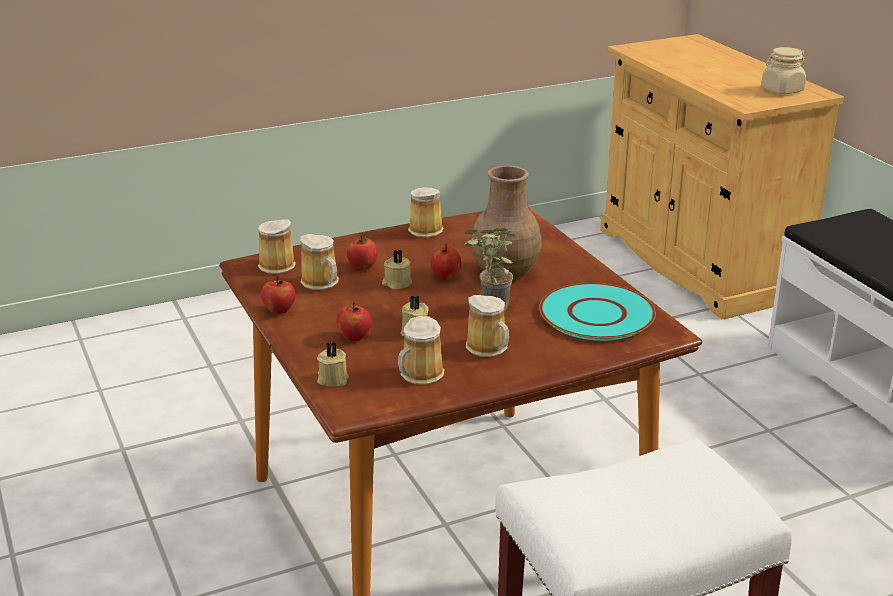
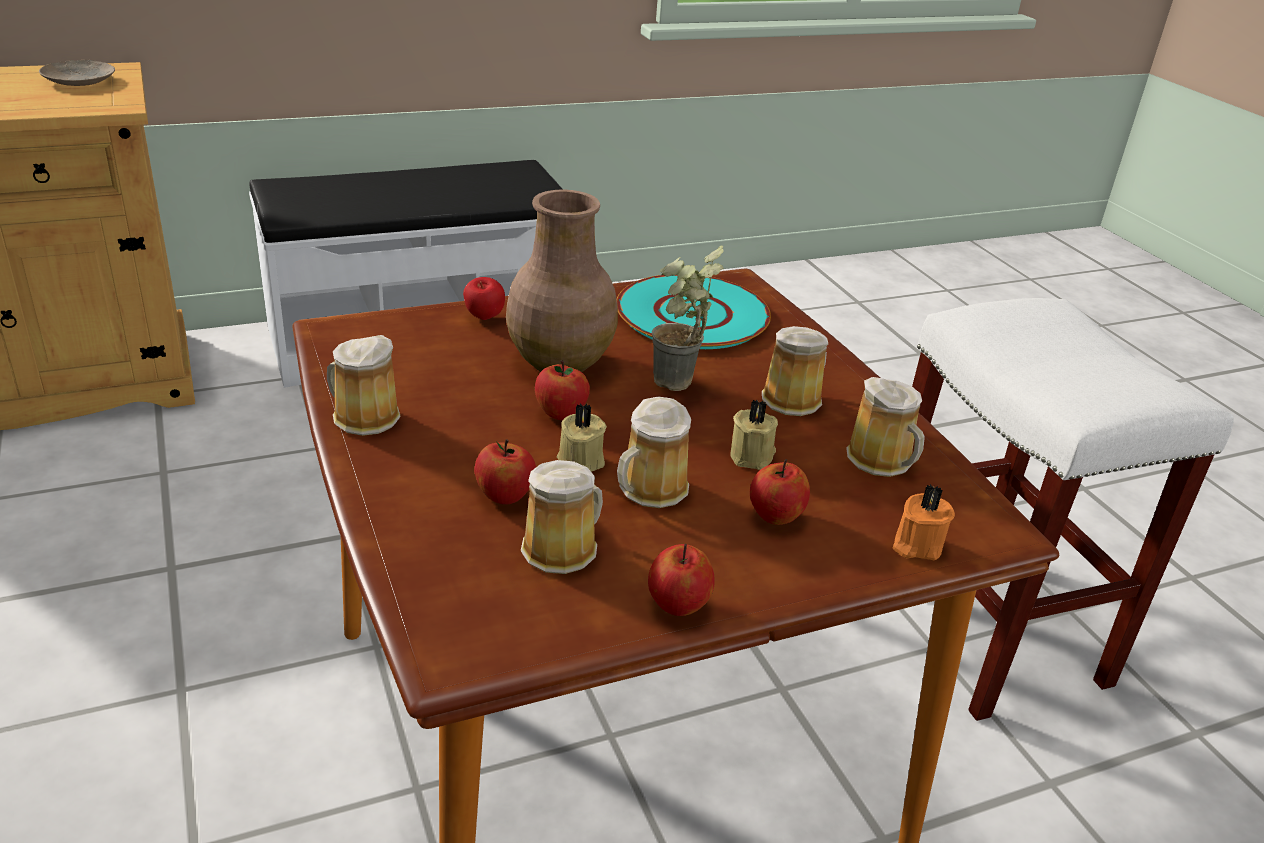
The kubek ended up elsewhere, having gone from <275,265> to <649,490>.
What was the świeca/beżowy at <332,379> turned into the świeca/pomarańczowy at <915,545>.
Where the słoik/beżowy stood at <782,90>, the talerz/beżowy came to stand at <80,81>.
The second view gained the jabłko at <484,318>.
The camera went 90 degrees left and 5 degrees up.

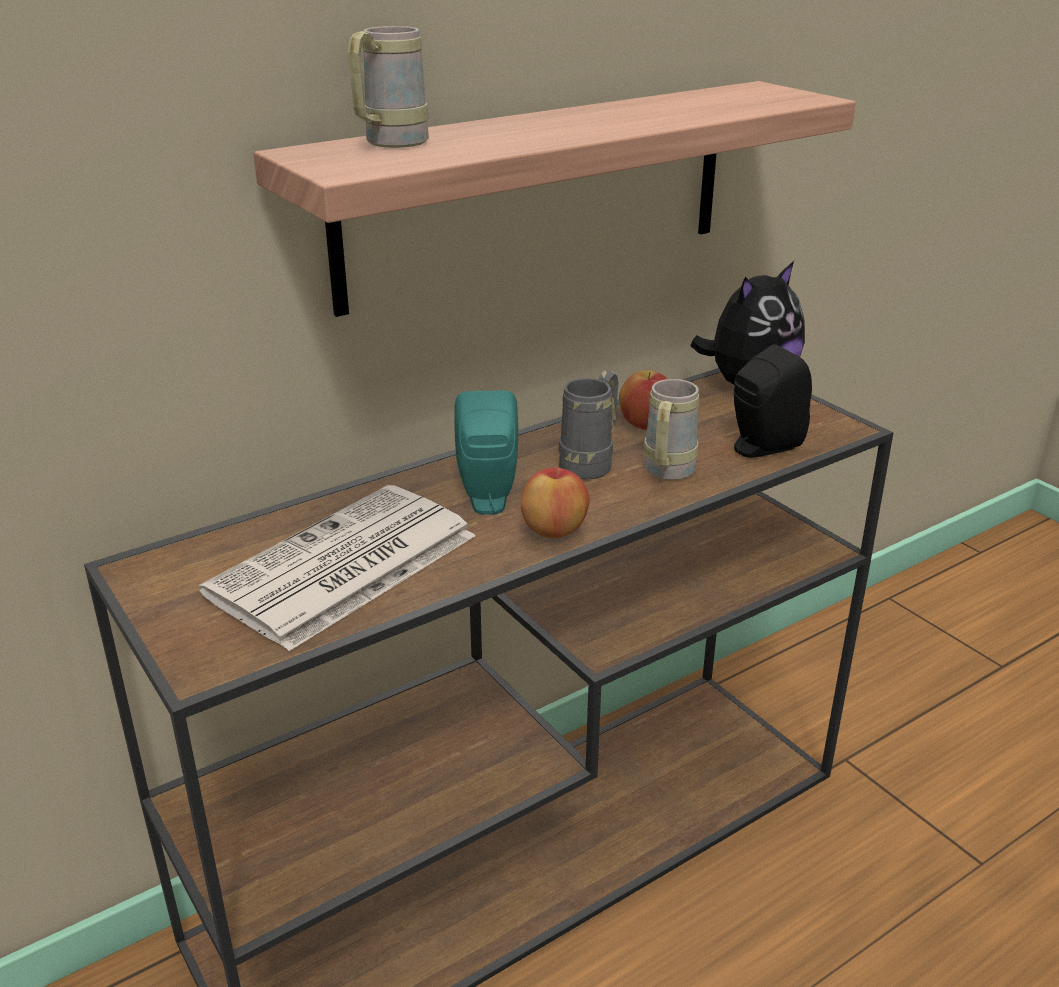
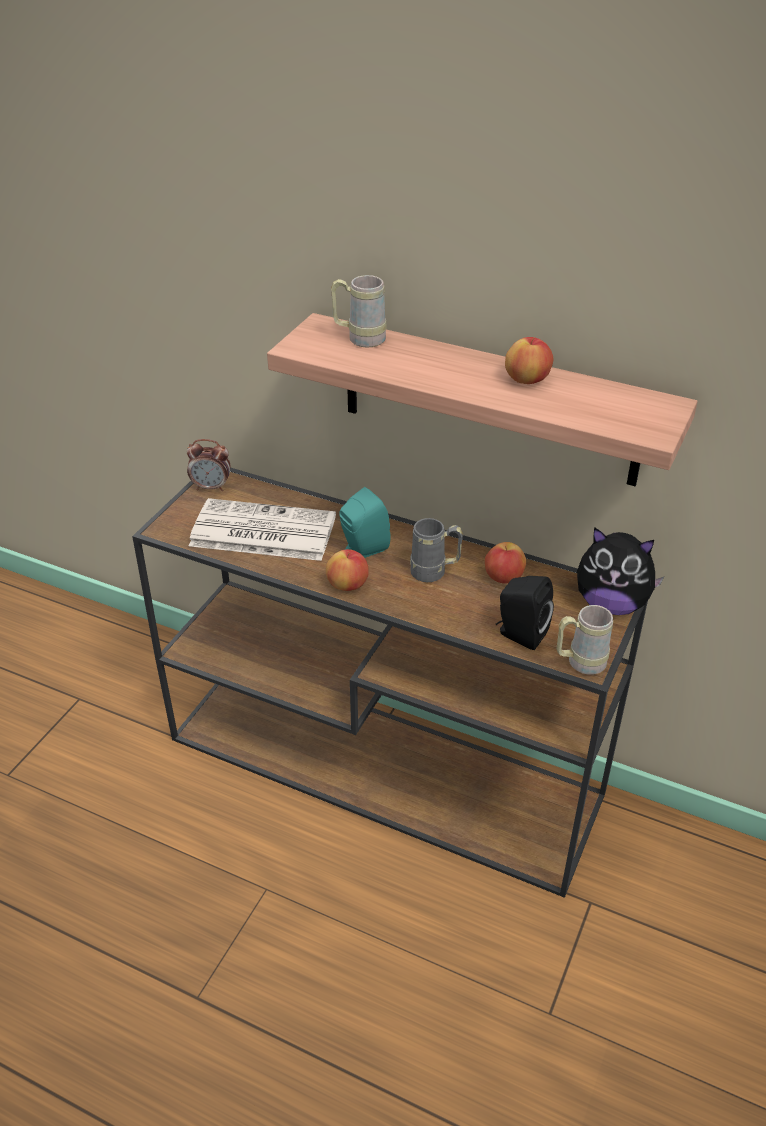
The kubek/beżowy ended up elsewhere, having gone from <666,474> to <579,663>.
The second view gained the budzik at <211,487>.
The second view gained the jabłko at <527,380>.
The camera went 60 degrees right and 10 degrees up.

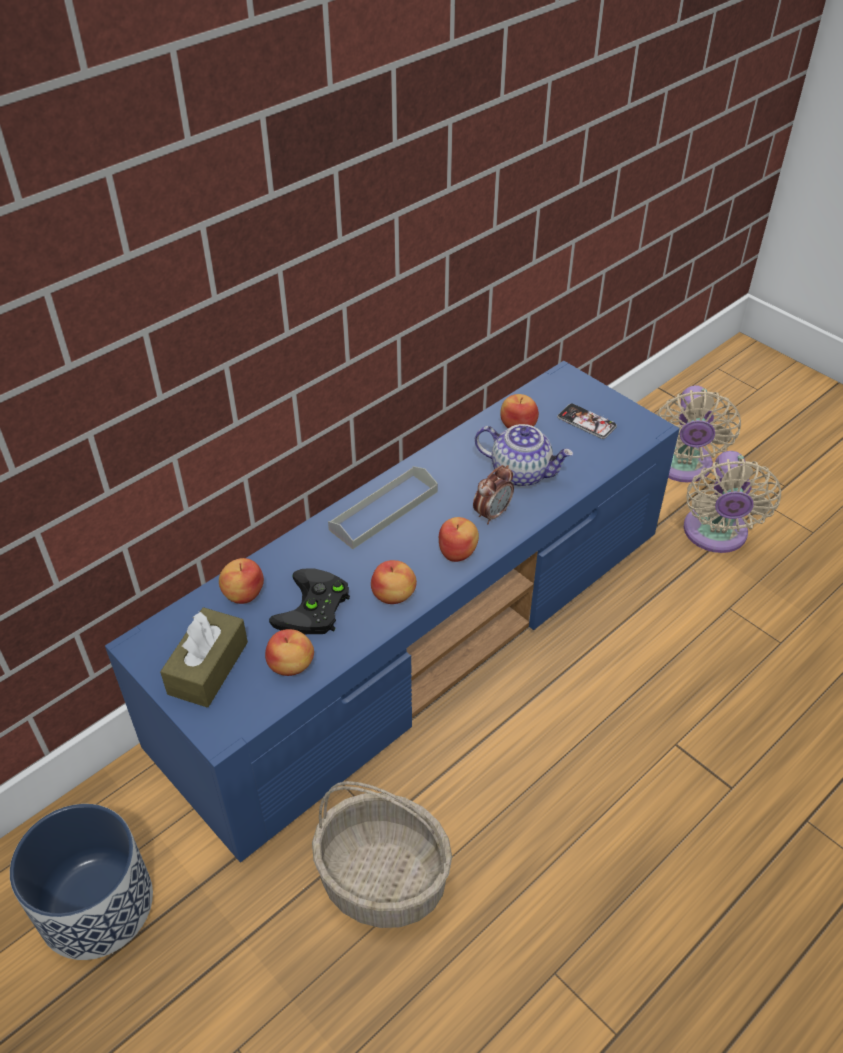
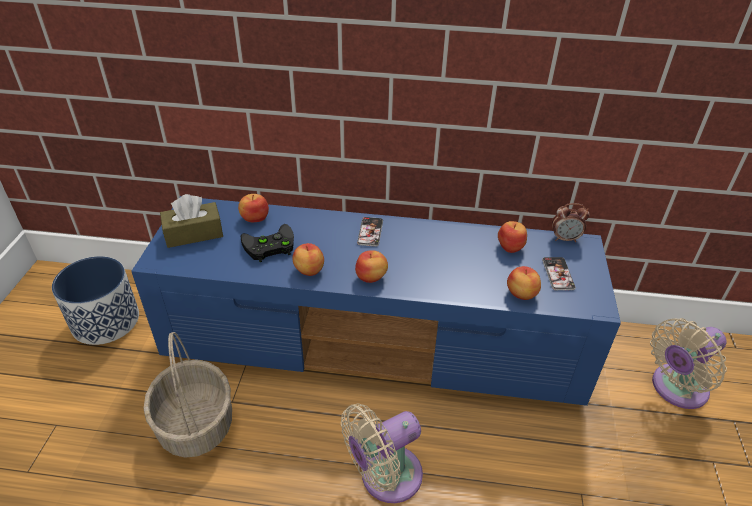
The jabłko ended up elsewhere, having gone from <291,666> to <521,294>.
Where the taca/szary stood at <384,510>, the telefon came to stand at <370,232>.
The budzik ended up elsewhere, having gone from <492,514> to <565,239>.
The second view lost the imbryk at <521,472>.
The wentylator/beżowy ended up elsewhere, having gone from <715,535> to <385,477>.
The camera went 50 degrees right and 5 degrees down.

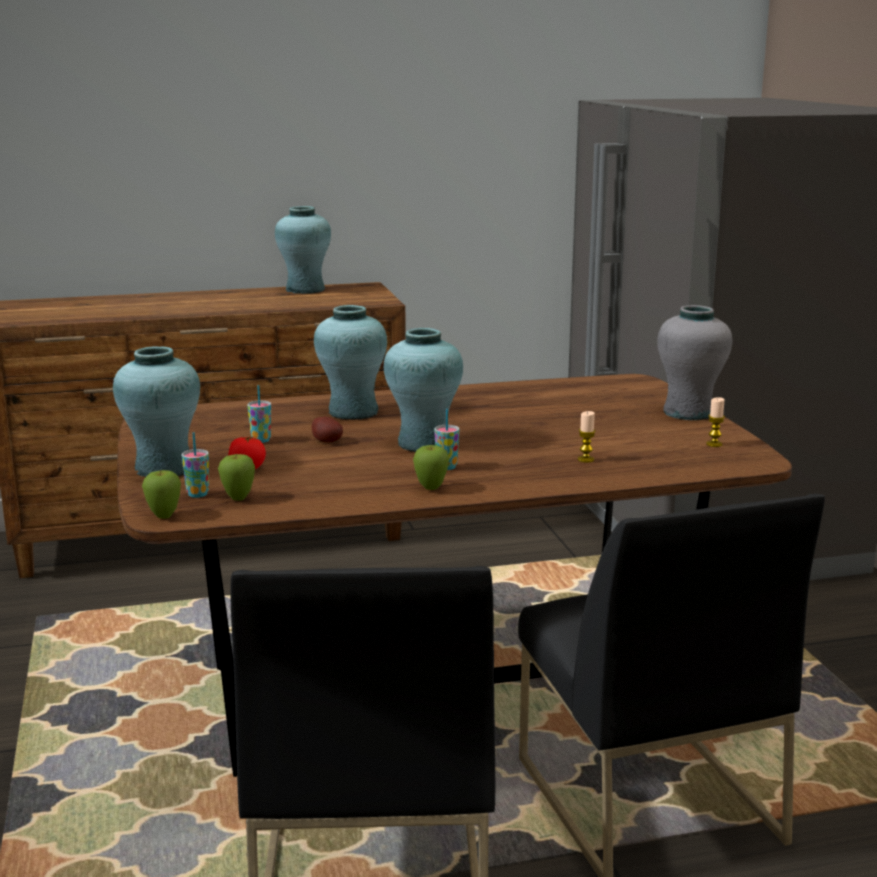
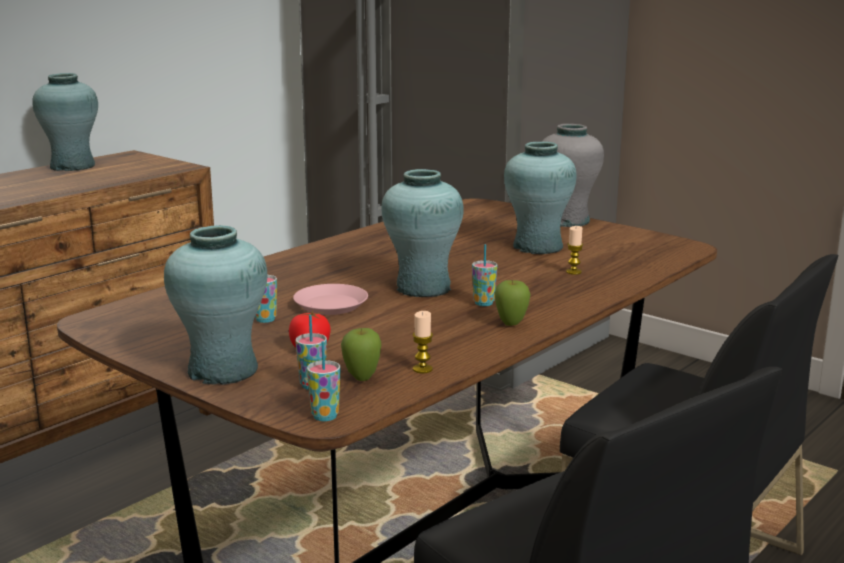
Where the jabłko stood at <164,516>, the filiżanka came to stand at <325,416>.
Where the ziemniak stood at <327,440>, the talerz/różowy came to stand at <331,305>.
The wazon/turkusowy ended up elsewhere, having gone from <353,412> to <538,247>.
The świeca ended up elsewhere, having gone from <714,444> to <422,369>.
The camera went 35 degrees left and 0 degrees up.

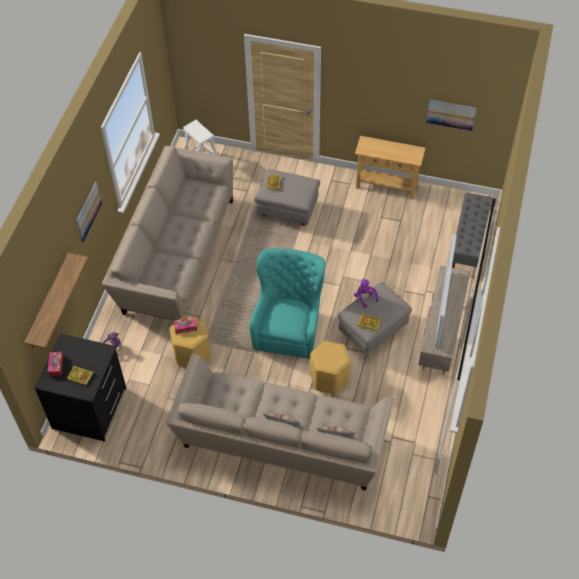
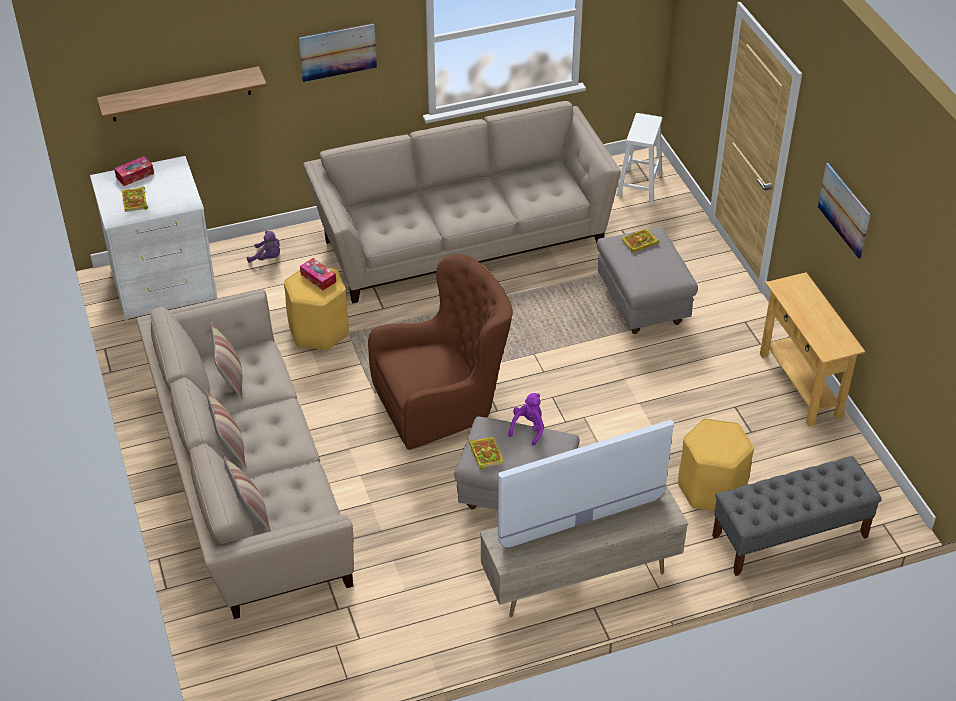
What was the komoda/czarny at <90,408> turned into the komoda/biały at <164,285>.
What was the fotel/turkusowy at <288,327> turned into the fotel/brązowy at <444,403>.
The stołek/żółty ended up elsewhere, having gone from <329,378> to <711,489>.
The obraz ended up elsewhere, having gone from <451,115> to <844,210>.
The second view gained the poduszka at <230,380>.
The camera went 55 degrees right and 10 degrees down.

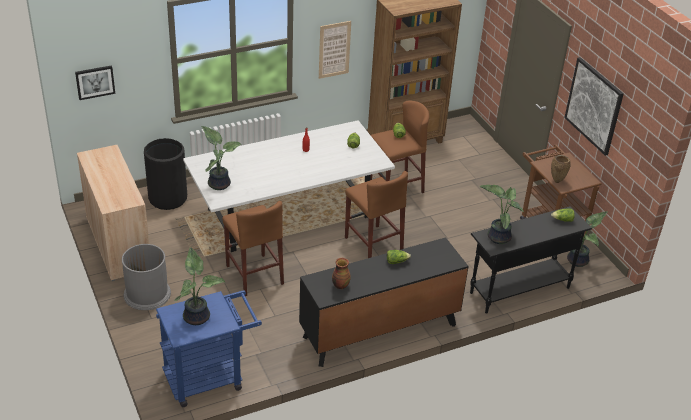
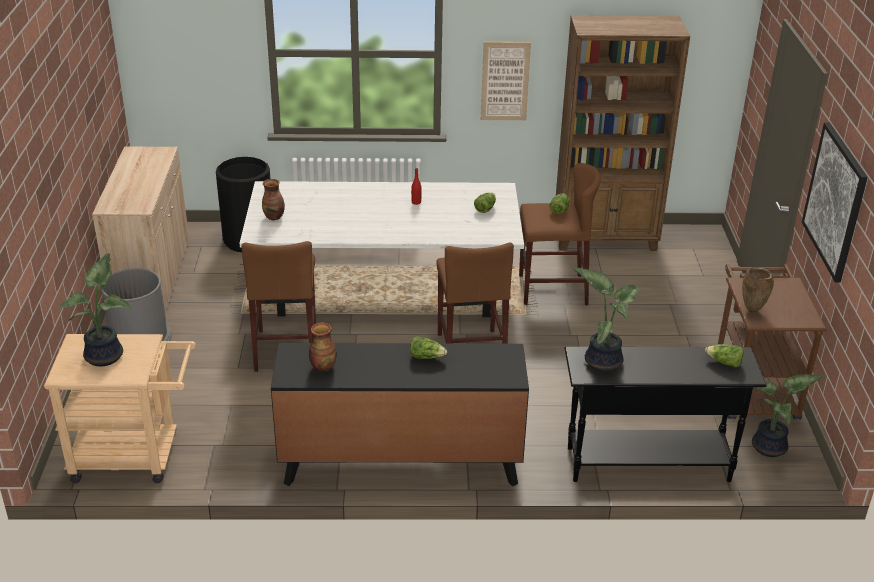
The second view lost the obraz at <95,82>.
What was the wózek/niebieski at <210,377> turned into the wózek/beżowy at <135,456>.
Where the roślina doniczkowa stood at <219,183>, the wazon came to stand at <274,217>.
The camera went 25 degrees right and 5 degrees down.

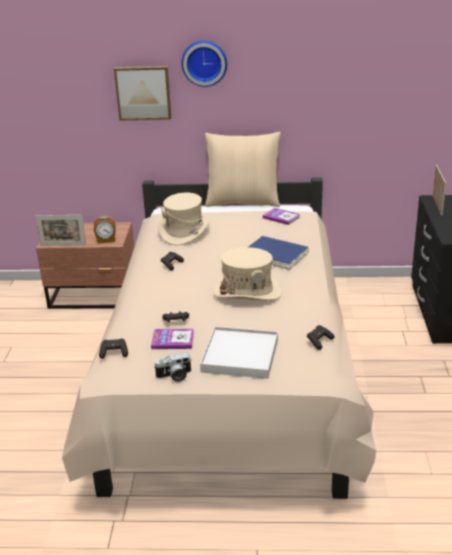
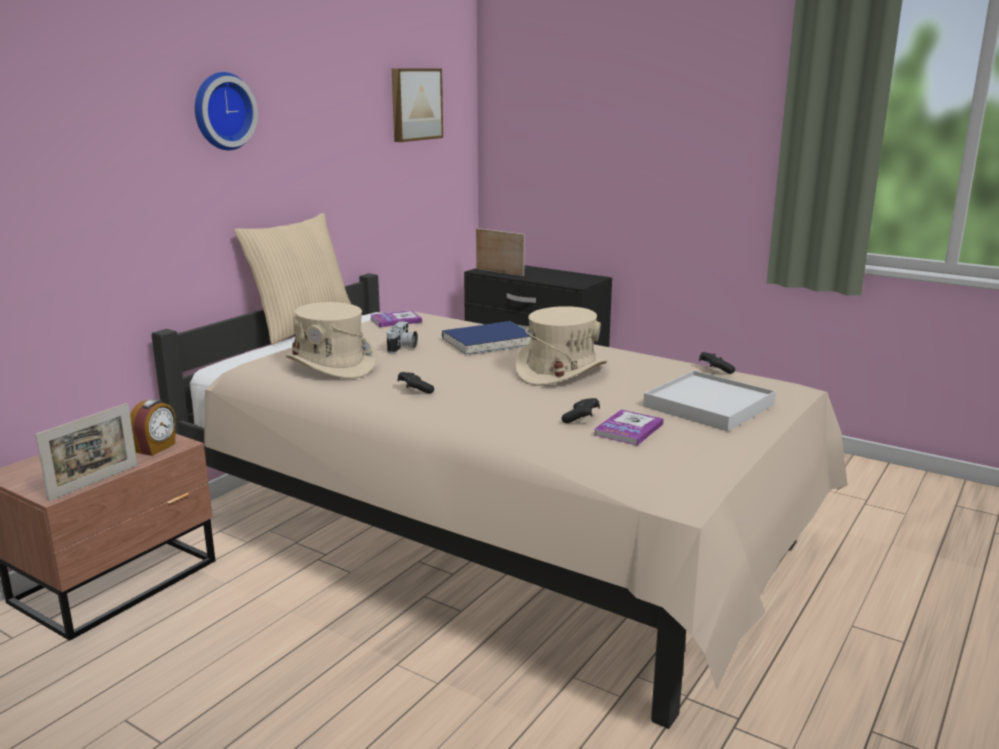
The second view lost the pad do gier/czarny at <114,353>.
The obraz ended up elsewhere, having gone from <143,92> to <415,104>.
The aparat fotograficzny ended up elsewhere, having gone from <174,376> to <403,348>.
The camera went 60 degrees left and 10 degrees down.

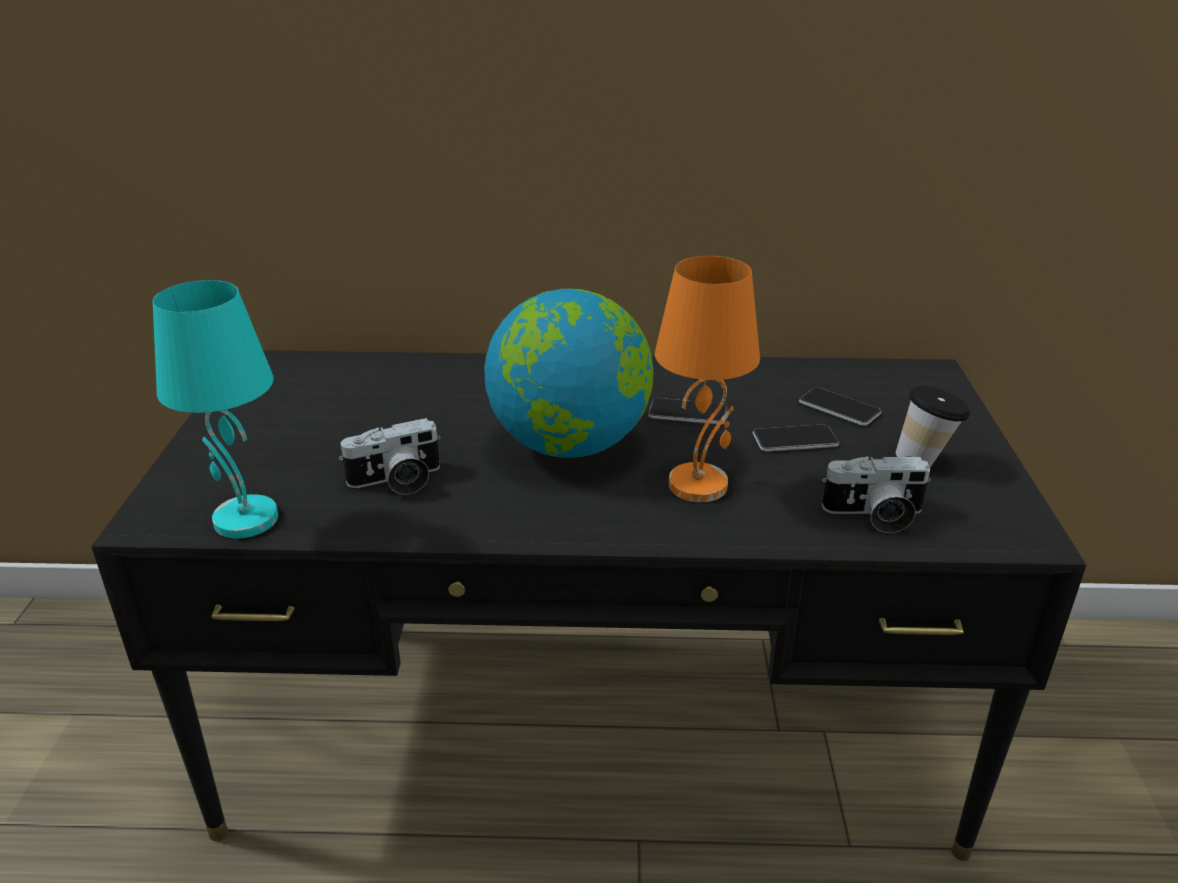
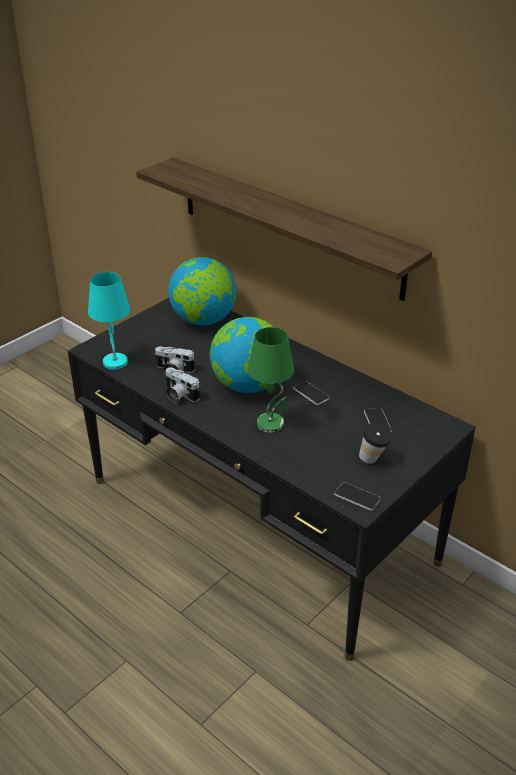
What was the lampa stołowa/pomarańczowy at <698,484> turned into the lampa stołowa/zielony at <271,423>.
The telefon ended up elsewhere, having gone from <795,440> to <357,497>.
The aparat fotograficzny ended up elsewhere, having gone from <874,516> to <179,395>.
The second view gained the półka at <288,226>.
The second view gained the globus at <203,320>.
The camera went 40 degrees right and 5 degrees up.

